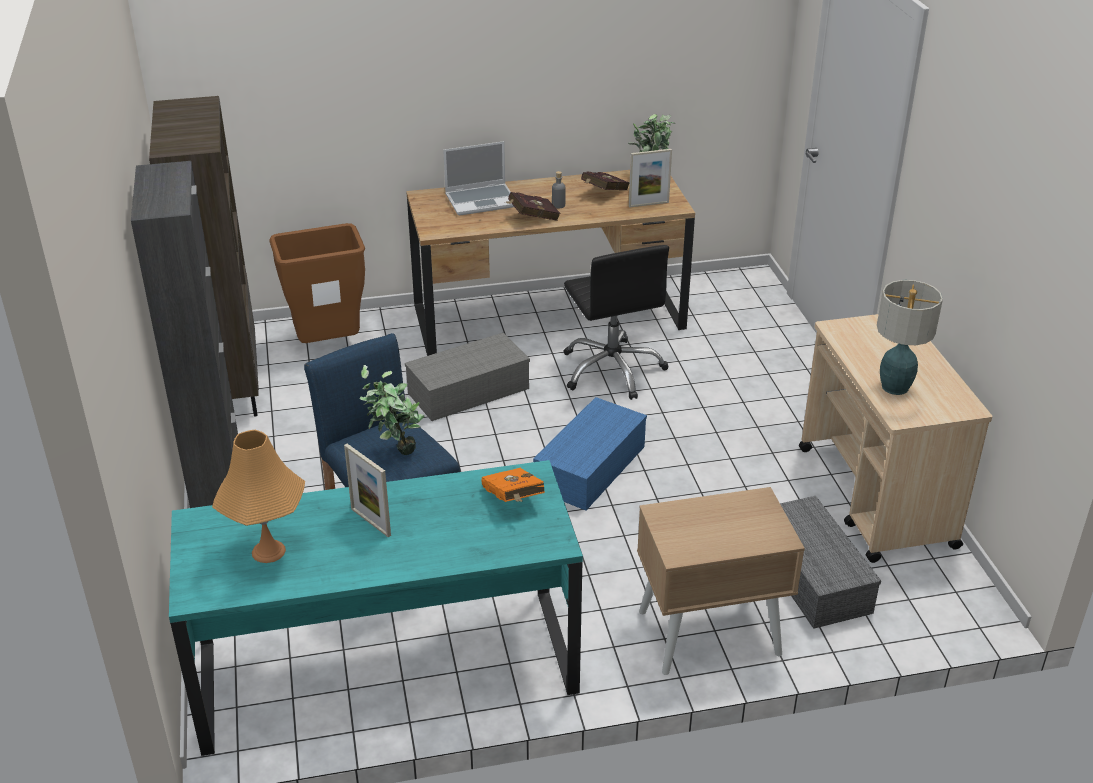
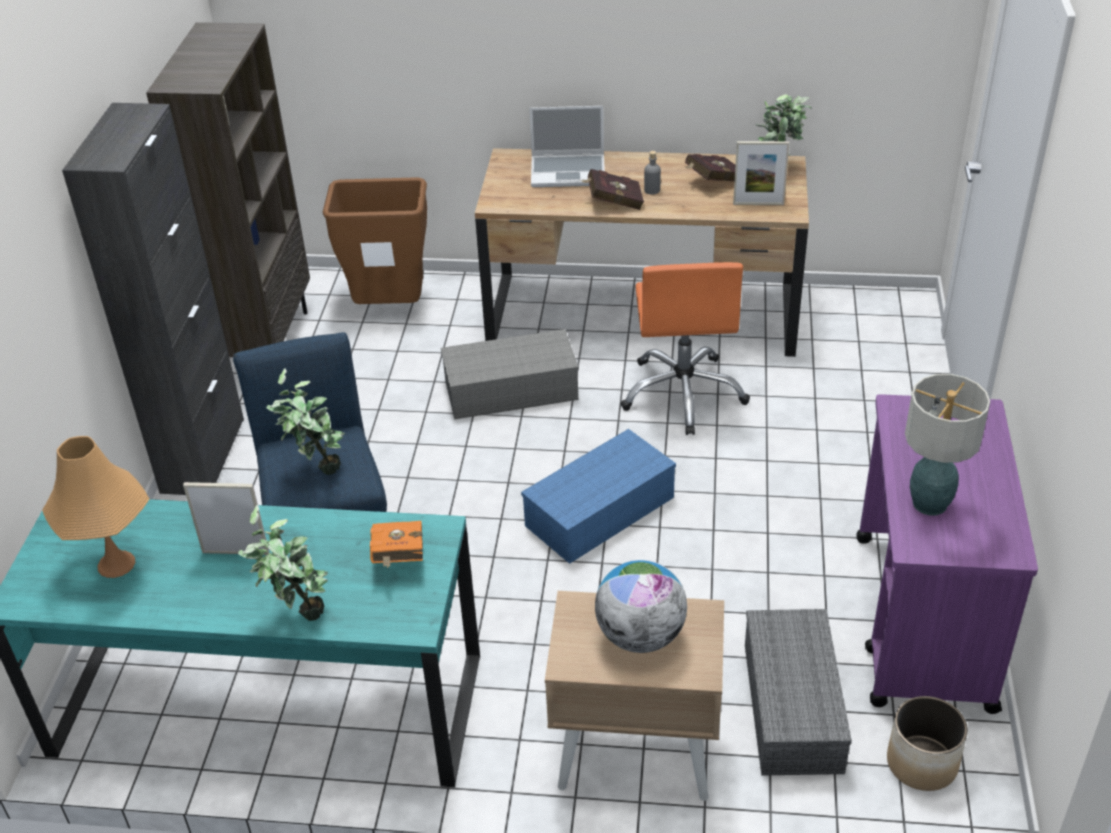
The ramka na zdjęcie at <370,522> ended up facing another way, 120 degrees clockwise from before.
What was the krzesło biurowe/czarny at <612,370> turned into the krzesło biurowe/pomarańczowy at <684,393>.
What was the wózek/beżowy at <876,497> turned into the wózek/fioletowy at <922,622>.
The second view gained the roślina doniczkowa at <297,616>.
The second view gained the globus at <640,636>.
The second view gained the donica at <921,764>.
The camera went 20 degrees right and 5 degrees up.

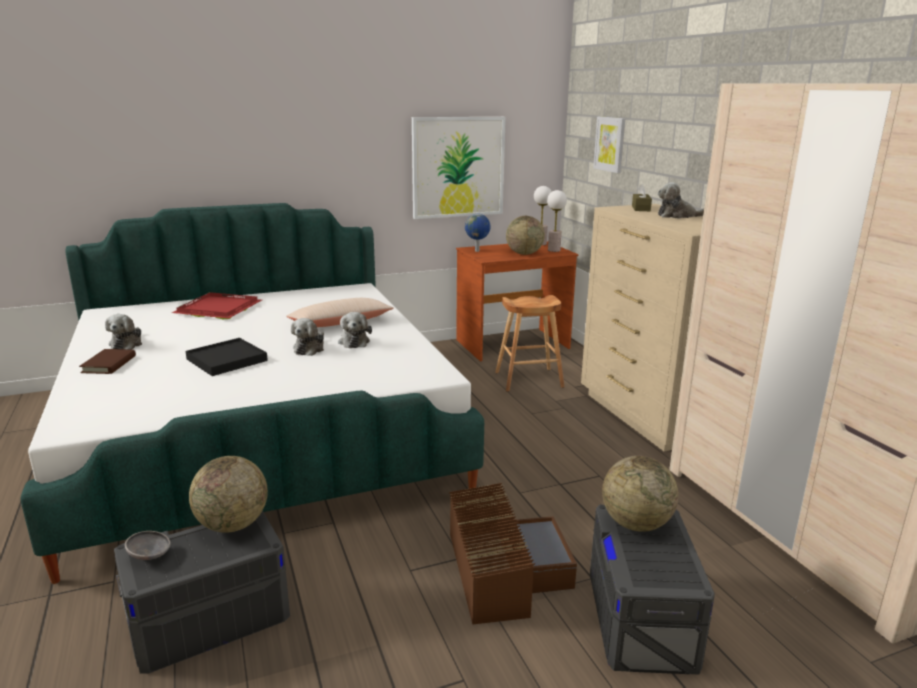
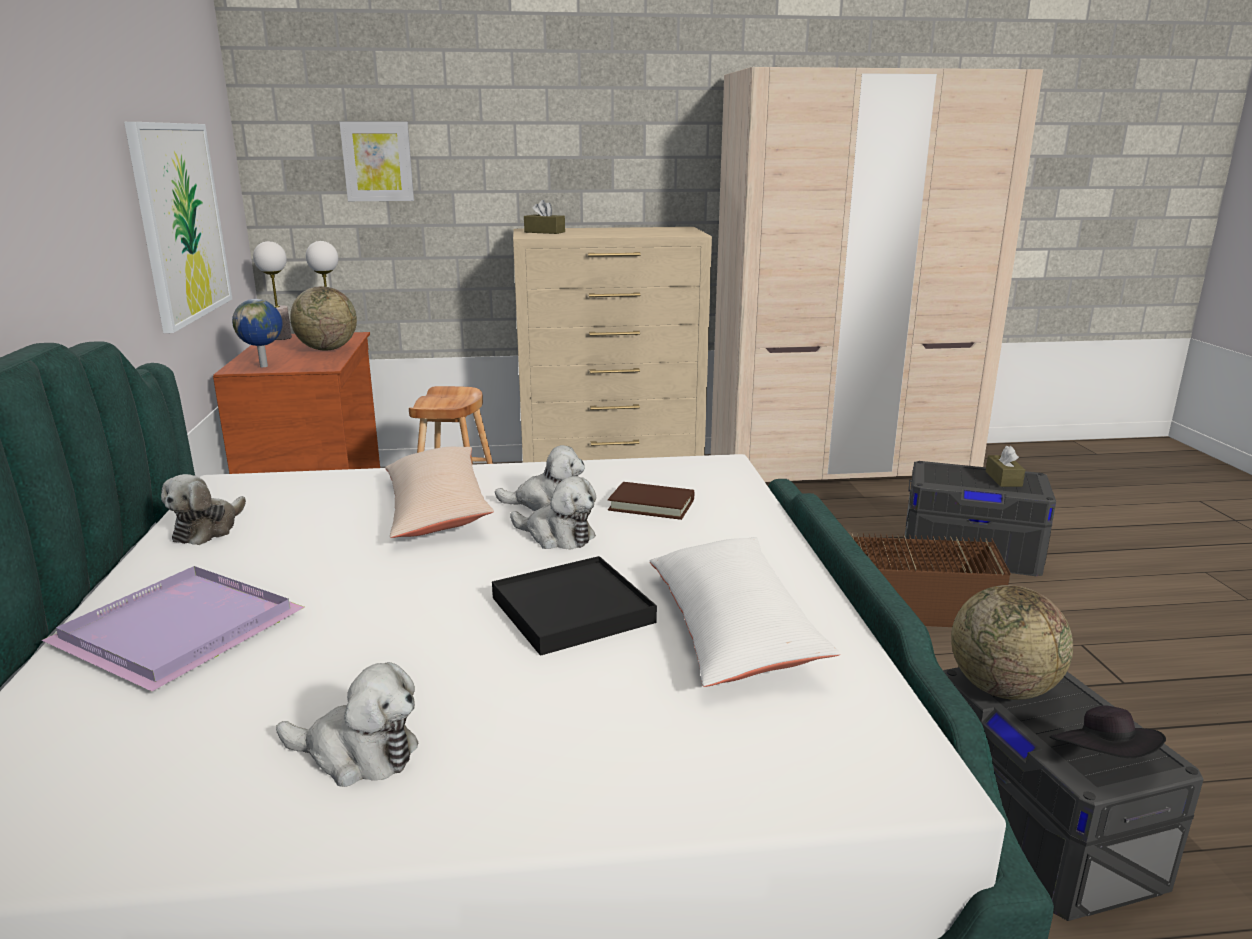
The książka/brązowy ended up elsewhere, having gone from <109,364> to <651,505>.
Where the miska/szary stood at <150,556>, the kapelusz/czarny came to stand at <1102,760>.
What was the taca/czerwony at <219,309> turned into the taca/fioletowy at <184,629>.
The second view lost the globus at <635,524>.
The pluszak ended up elsewhere, having gone from <677,216> to <208,529>.
The second view gained the poduszka/biały at <732,628>.
The second view gained the pudełko chusteczek/brązowy at <1003,479>.
The camera went 75 degrees left and 0 degrees up.

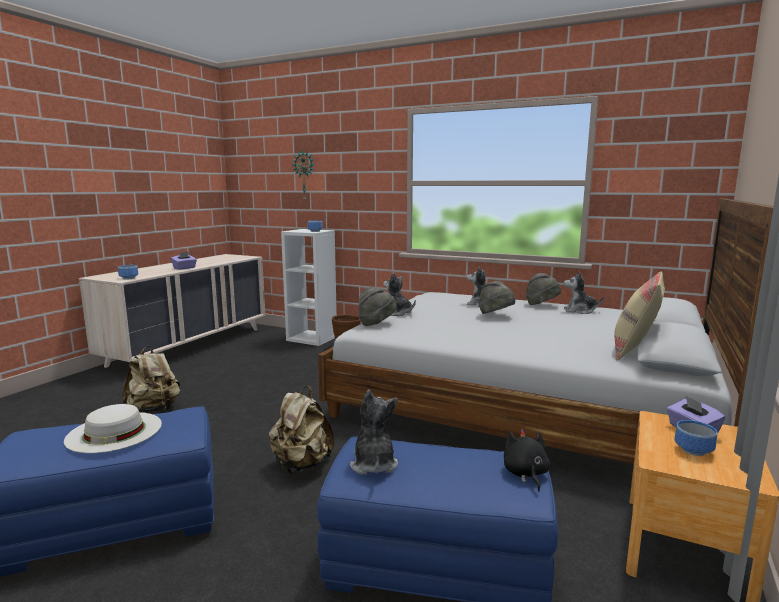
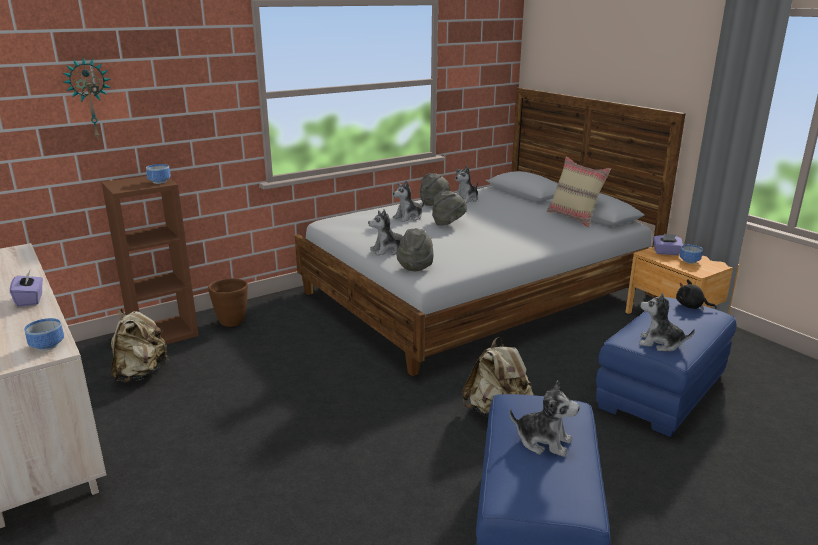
Where the kapelusz/biały stood at <114,431>, the pluszak came to stand at <543,441>.
The plecak/beżowy ended up elsewhere, having gone from <154,410> to <140,374>.
What was the regał/biały at <312,338> turned into the regał/brązowy at <164,333>.
The camera went 60 degrees left and 10 degrees up.

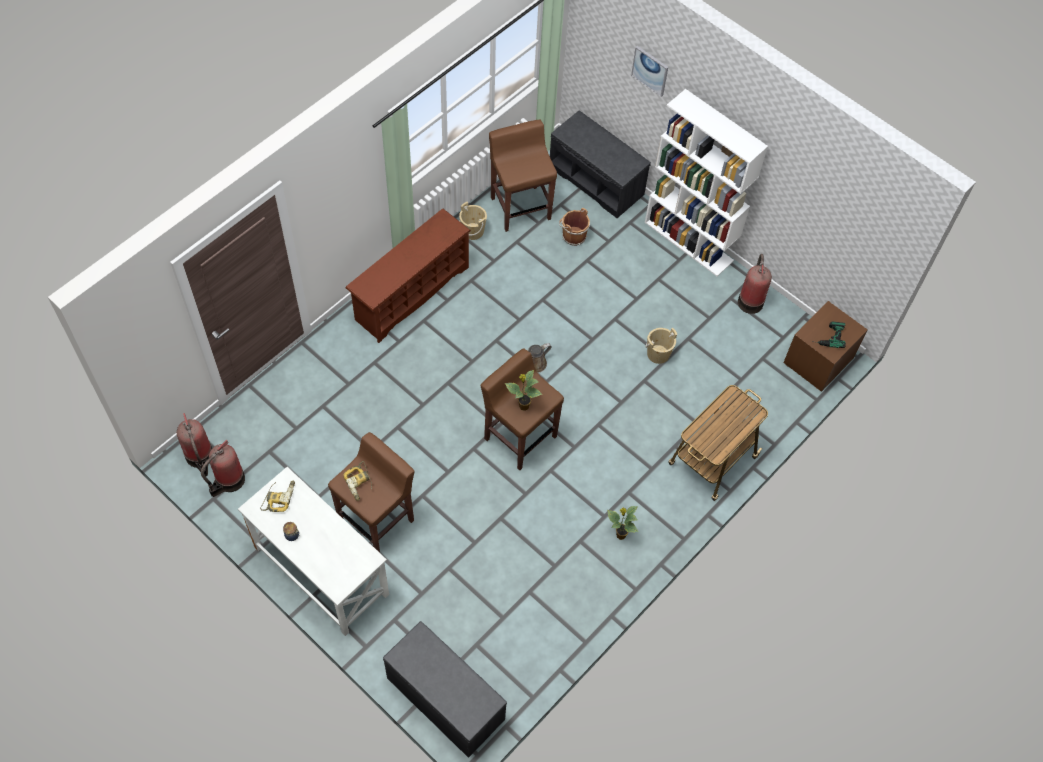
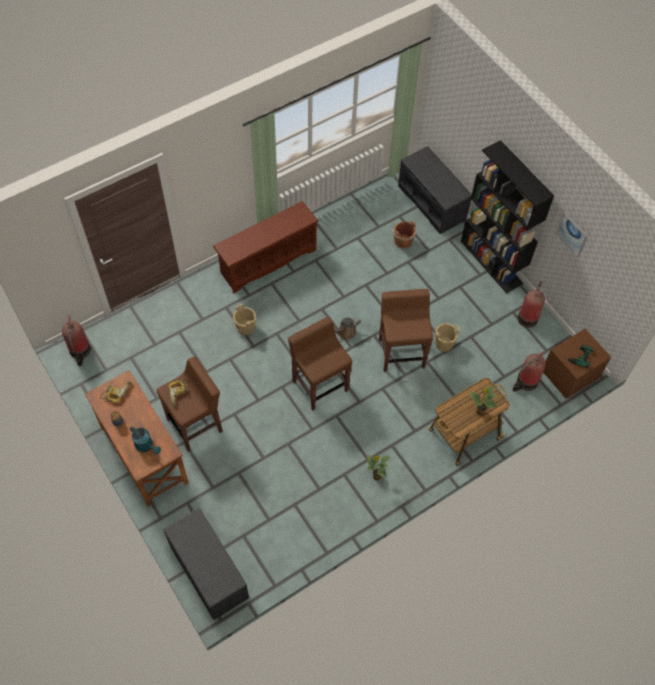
The gaśnica ended up elsewhere, having gone from <228,481> to <525,382>.
What was the biurko/biały at <321,571> turned into the biurko/brązowy at <143,454>.
The wiadro/beżowy ended up elsewhere, having gone from <473,231> to <245,327>.
The stołek/brązowy ended up elsewhere, having gone from <520,207> to <401,352>.
The roślina doniczkowa ended up elsewhere, having gone from <523,406> to <479,412>.
The obraz ended up elsewhere, having gone from <650,70> to <572,234>.
What was the regał/biały at <689,241> turned into the regał/czarny at <492,262>.
The second view gained the konewka/turkusowy at <146,446>.
The camera went 15 degrees right and 0 degrees up.

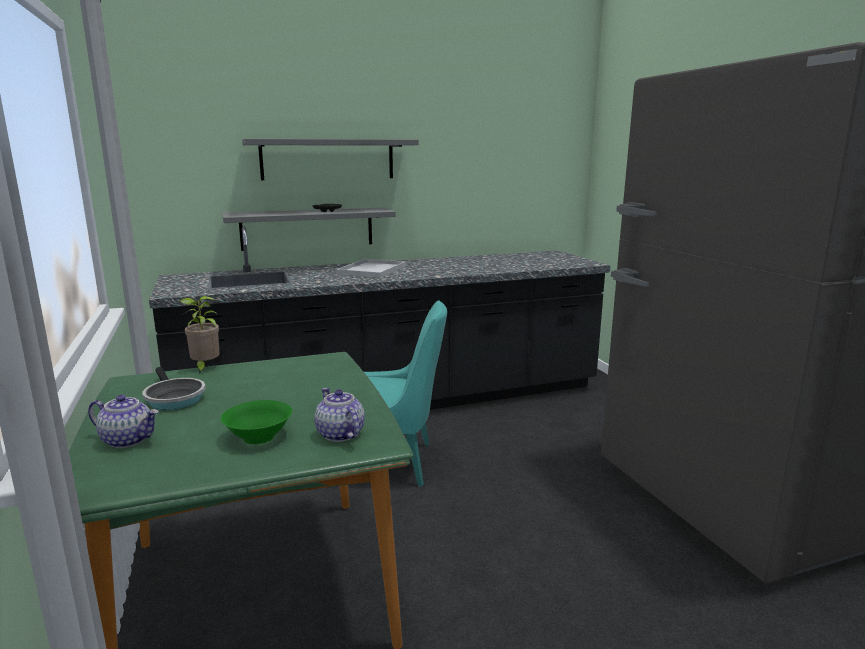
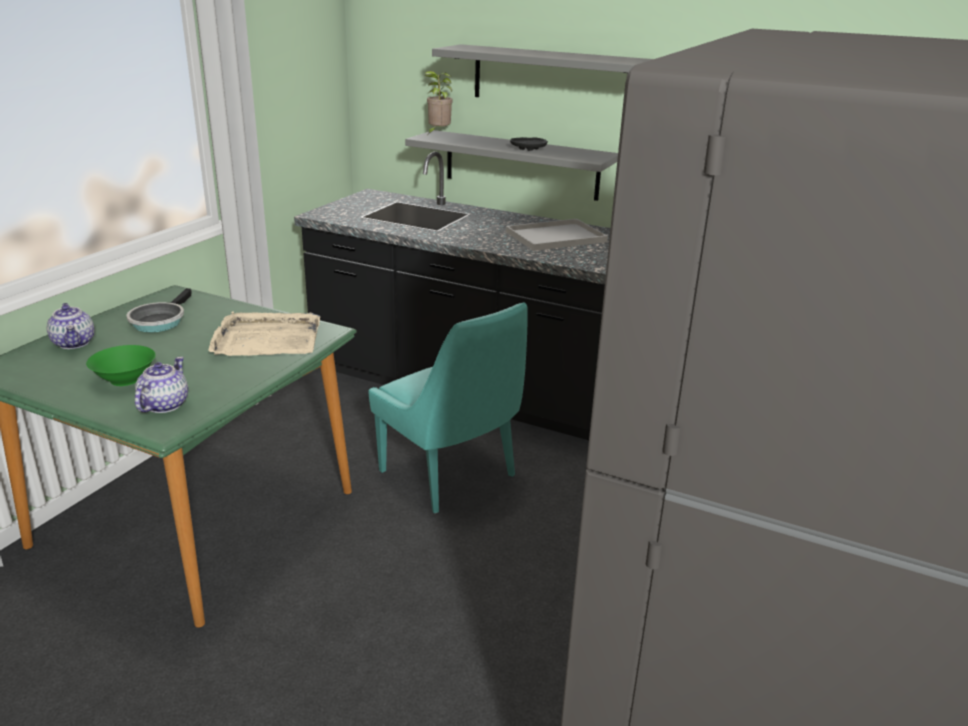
The roślina doniczkowa ended up elsewhere, having gone from <205,368> to <438,133>.
The second view gained the taca/beżowy at <267,339>.
The camera went 45 degrees right and 10 degrees up.

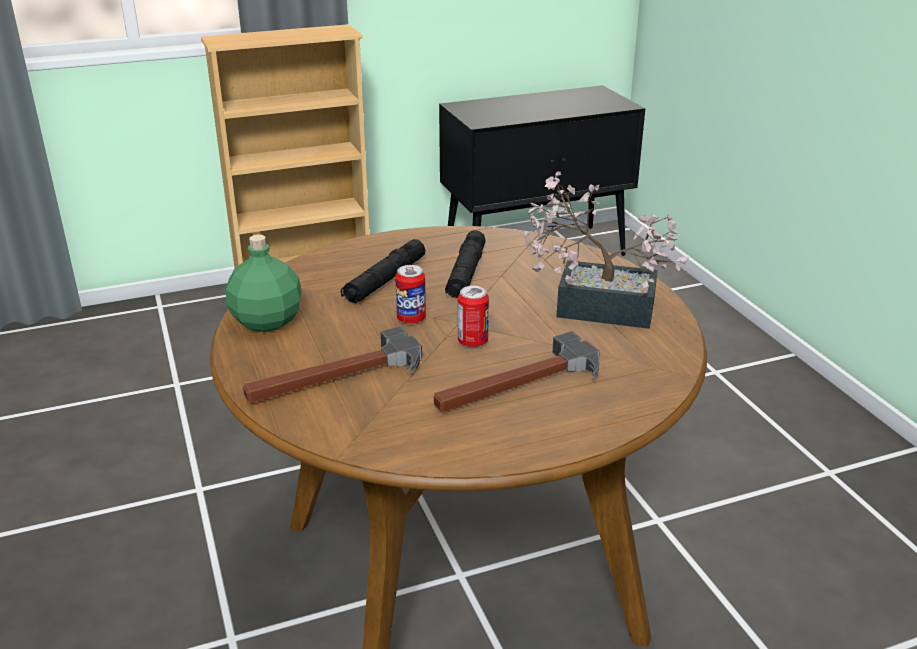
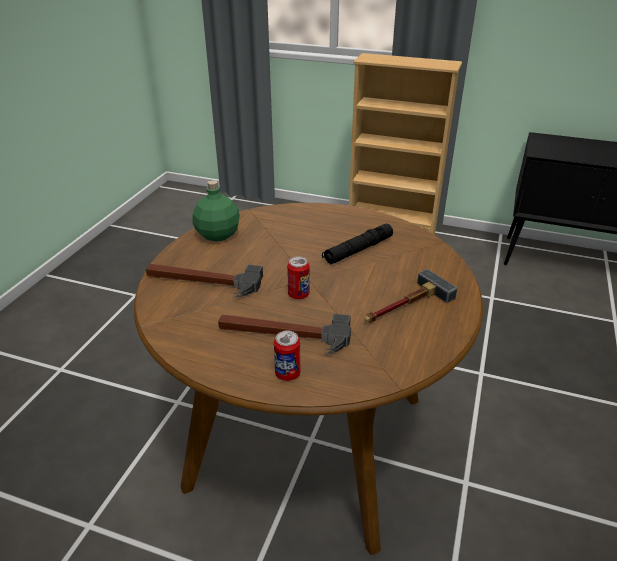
The second view lost the latarka/czarny at <385,280>.
The puszka ended up elsewhere, having gone from <411,319> to <287,374>.
Where the roślina doniczkowa stood at <593,306>, the młotek came to stand at <404,306>.
The camera went 40 degrees right and 5 degrees up.

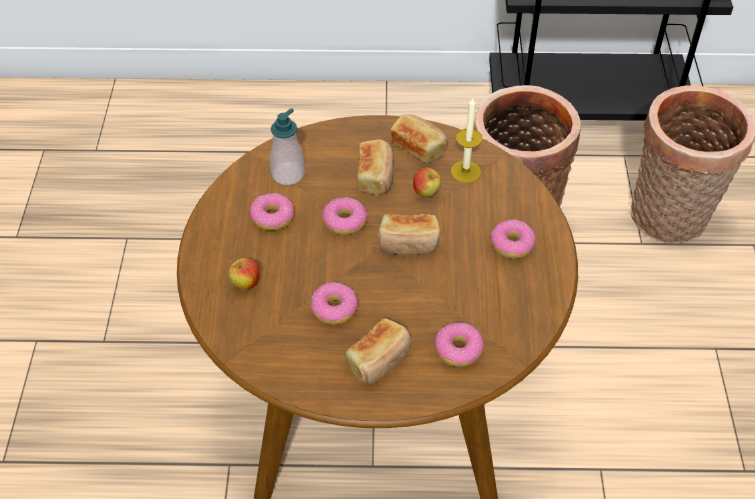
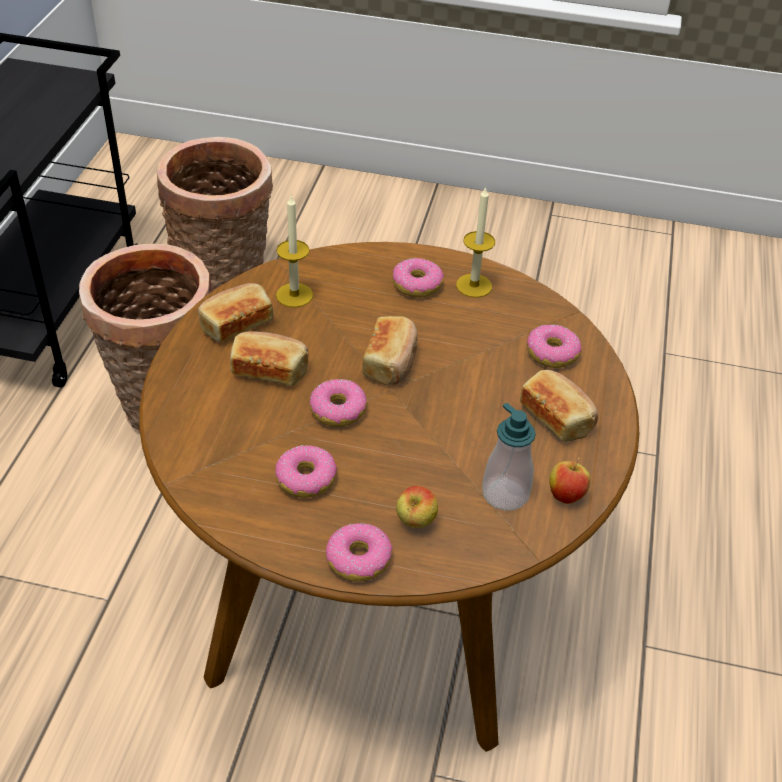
The dozownik mydła ended up elsewhere, having gone from <288,174> to <505,494>.
The donut ended up elsewhere, having gone from <334,309> to <359,559>.
The jabłko ended up elsewhere, having gone from <426,193> to <566,495>.
The second view gained the świeca at <474,285>.
The camera went 80 degrees left and 5 degrees down.

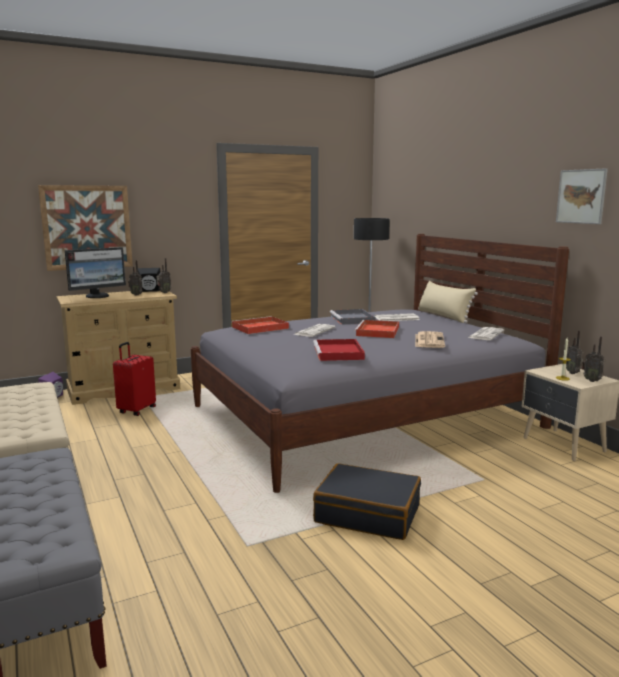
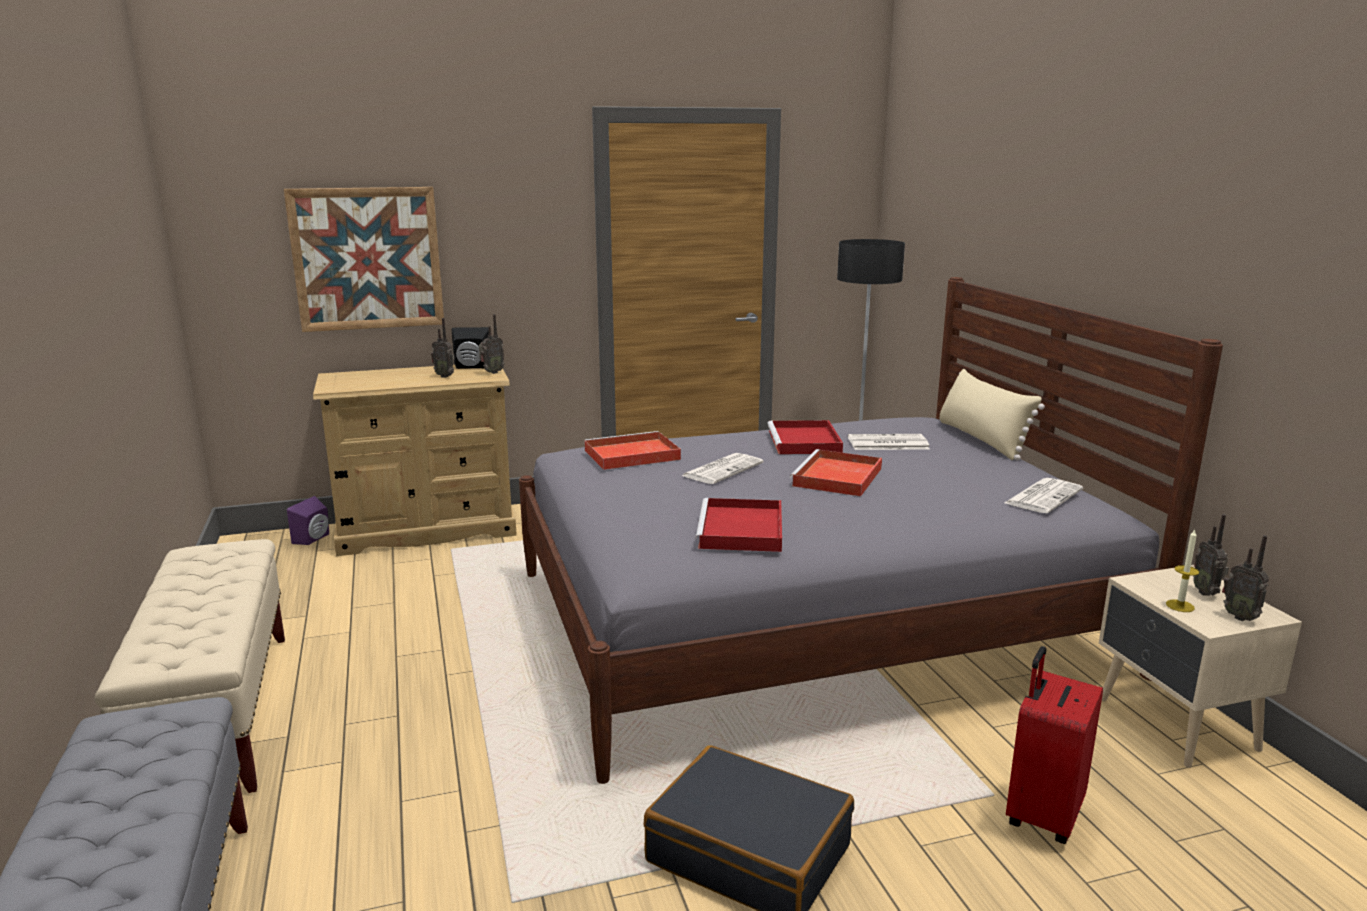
The second view lost the monitor at <98,296>.
The walizka/czerwony ended up elsewhere, having gone from <136,410> to <1042,814>.
What was the taca/szary at <352,319> turned into the taca/czerwony at <805,442>.
The second view lost the gazeta at <429,340>.
The second view lost the obraz at <581,196>.
The camera went 10 degrees right and 5 degrees up.

